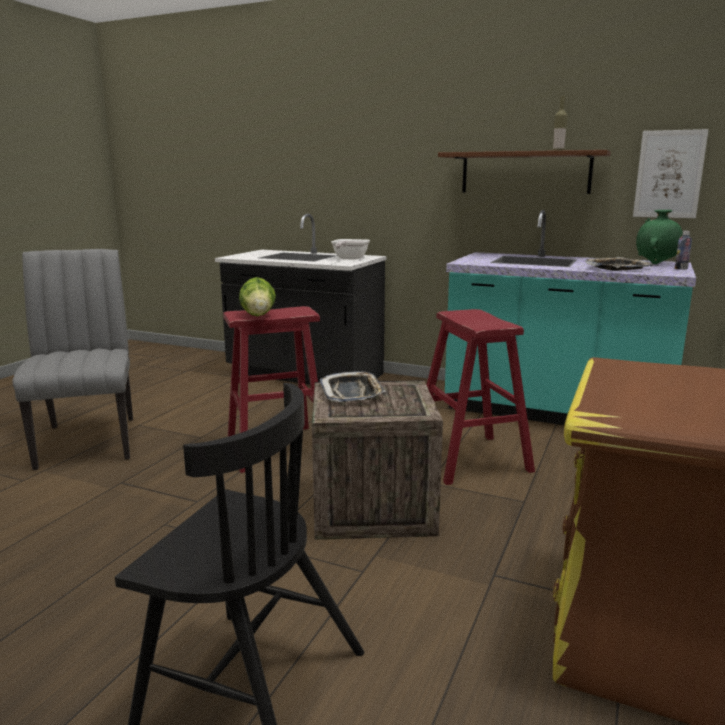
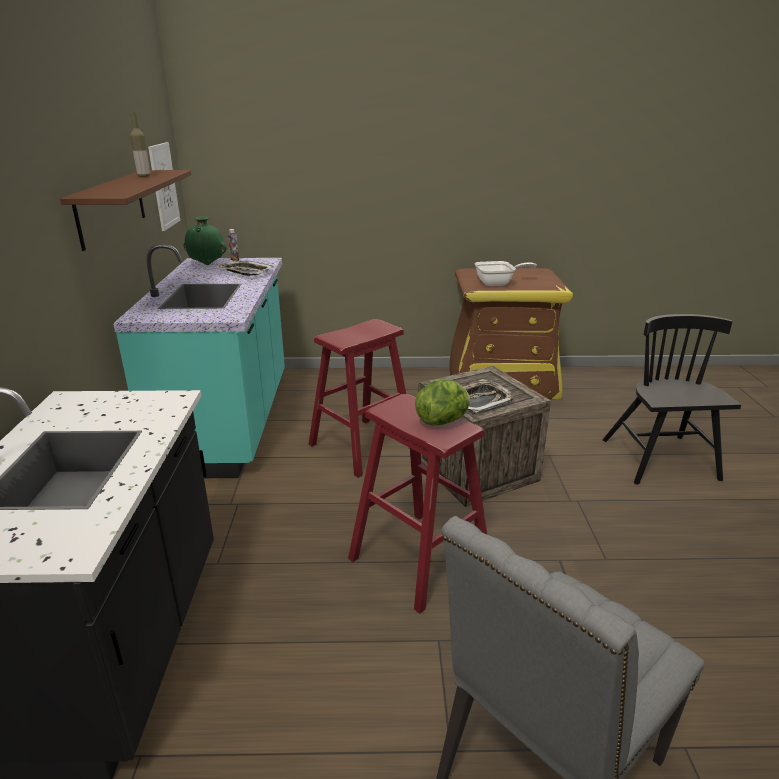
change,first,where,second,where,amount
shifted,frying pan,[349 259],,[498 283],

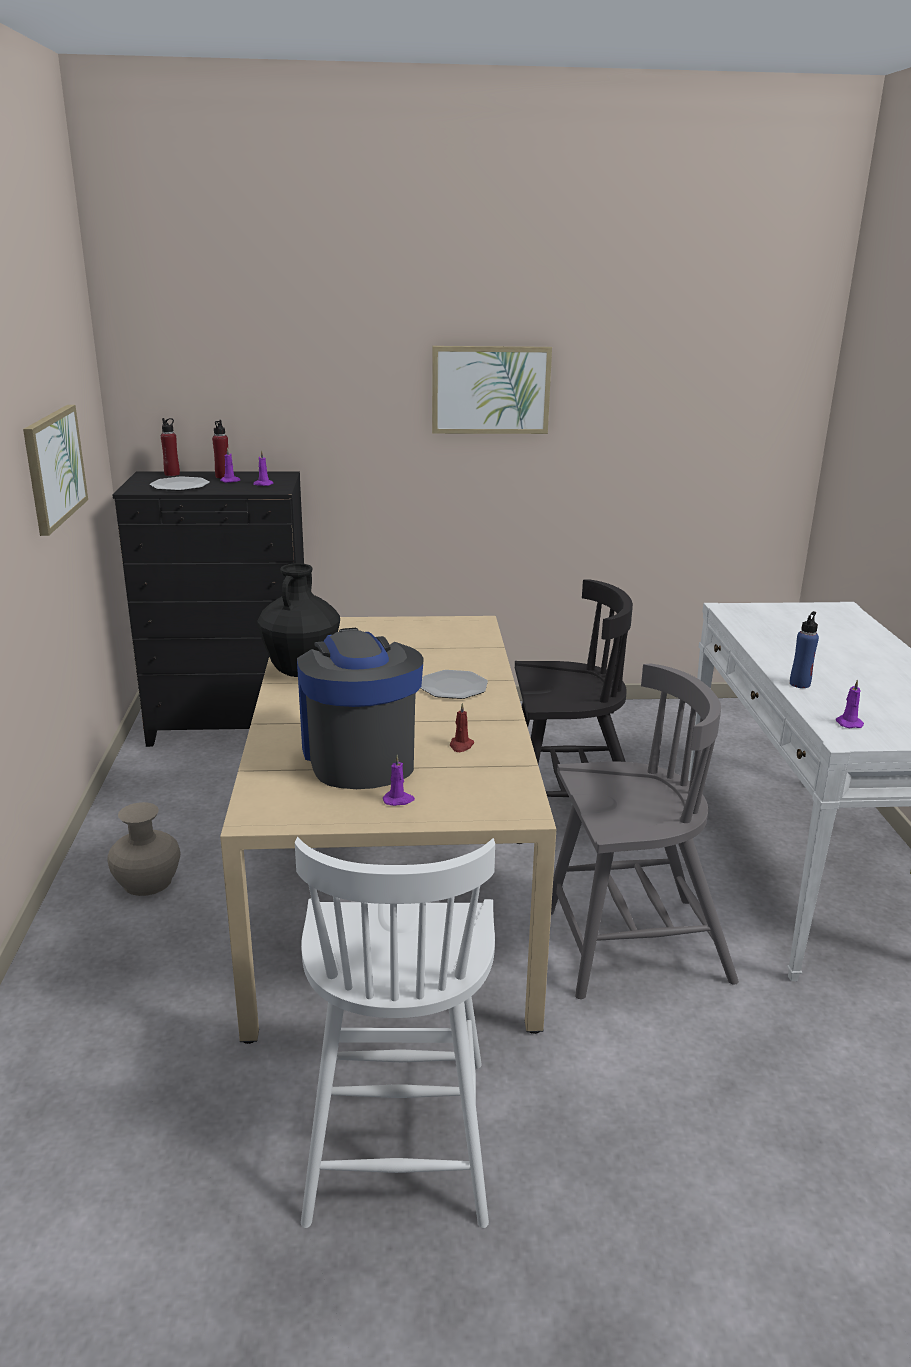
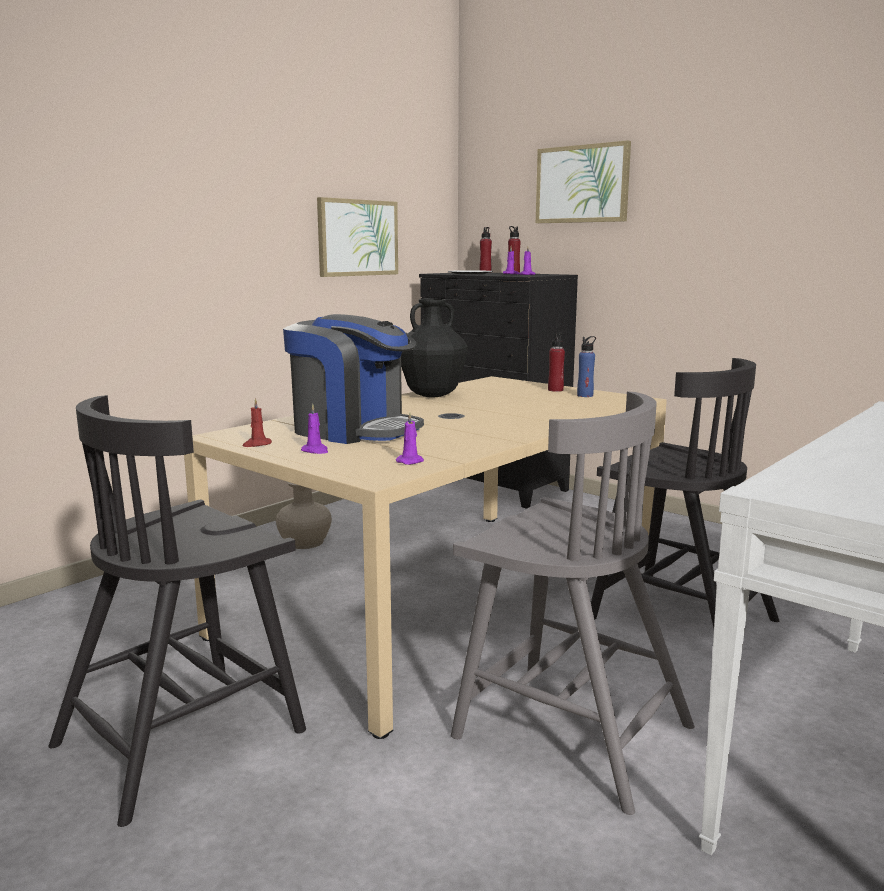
change,first,where,second,where,amount
repainted,white chair,[399 1131],black chair,[185 735],
rotated,coffee machine,[359 756],,[354 430],90 degrees clockwise
gone,plate,[453 687],,,
shifted,picture,[490 390],,[582 184],
shifted,red candle,[461 746],,[256 444],
shifted,blue bottle,[800 684],,[585 395],
shifted,purple candle,[848 723],,[411 461],
new,,,red bottle,[555 390],

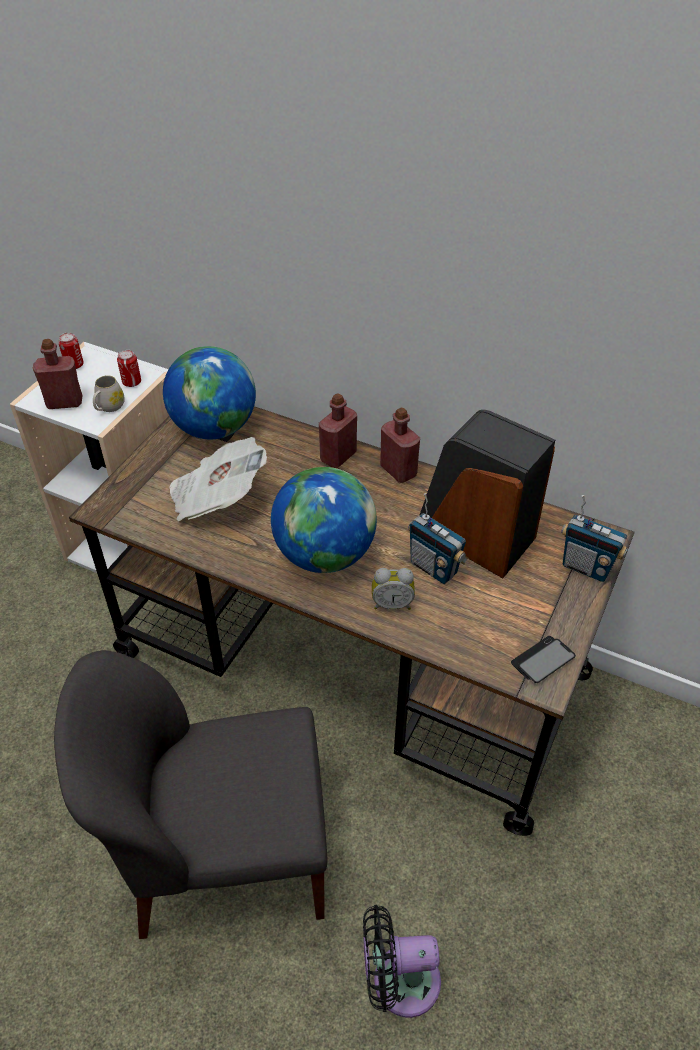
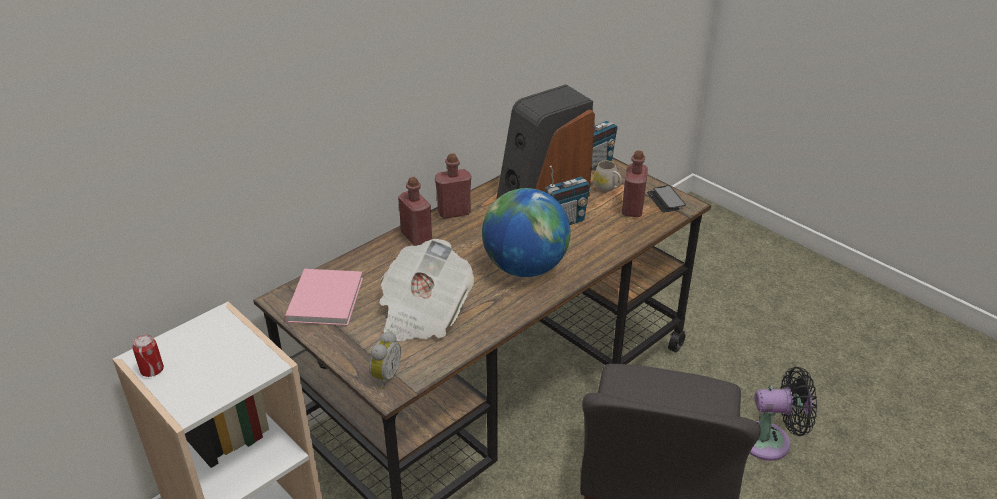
change,first,where,second,where,amount
shifted,red bottle,[64 402],,[632 209],
shifted,white mug,[109 407],,[607 188],
gone,can,[132 382],,,
swapped,globe,[214 428],pink book,[326 298],
rotated,black fan,[398 981],,[771 441],105 degrees counterclockwise
shifted,alarm clock,[392 603],,[384 376],

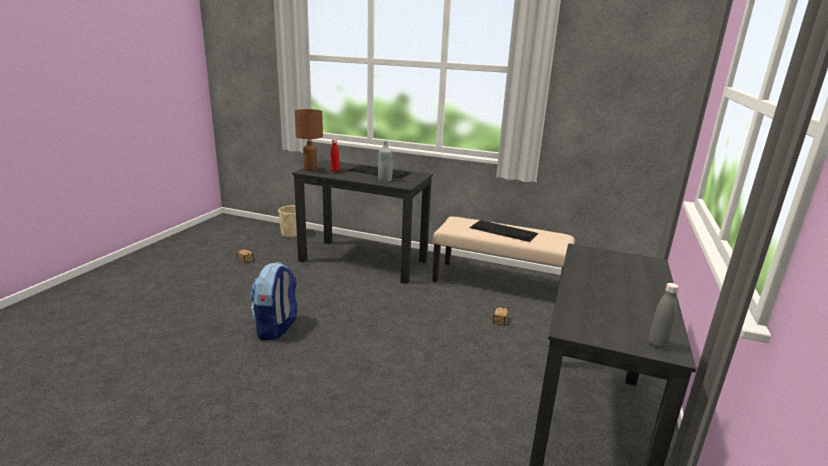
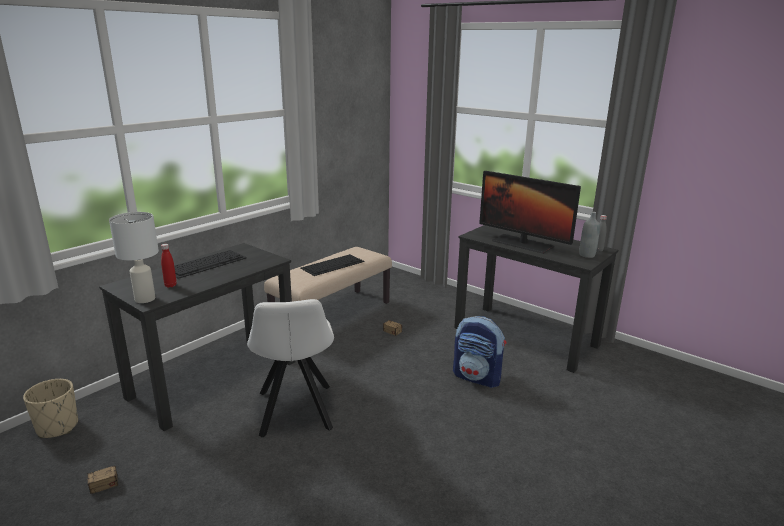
change,first,where,second,where,amount
shifted,backpack,[276 328],,[477 377],
repainted,brown table lamp,[310 169],white table lamp,[144 299],
shifted,grey bottle,[385 180],,[587 255],
new,,,white chair,[295 411],
new,,,monitor,[522 243],

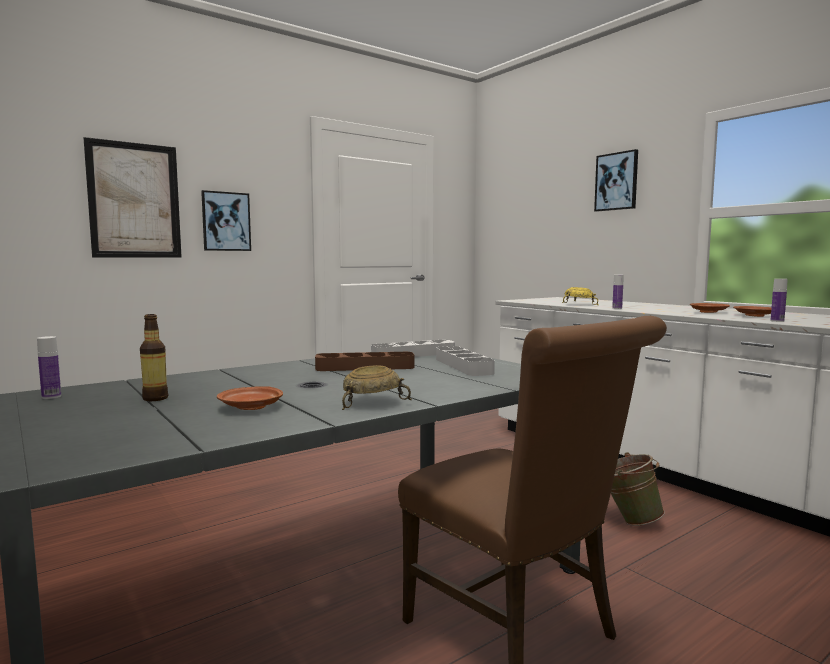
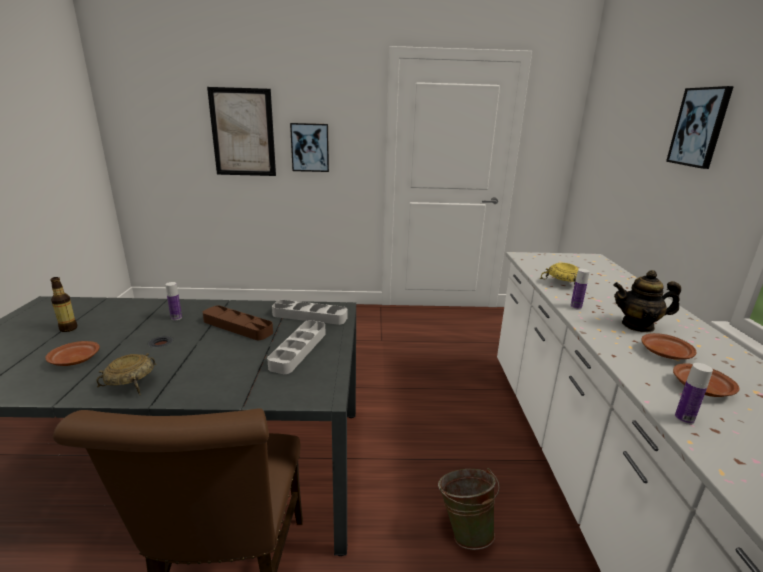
change,first,where,second,where,amount
shifted,bottle,[51 397],,[176 318],
new,,,teapot,[638 325],

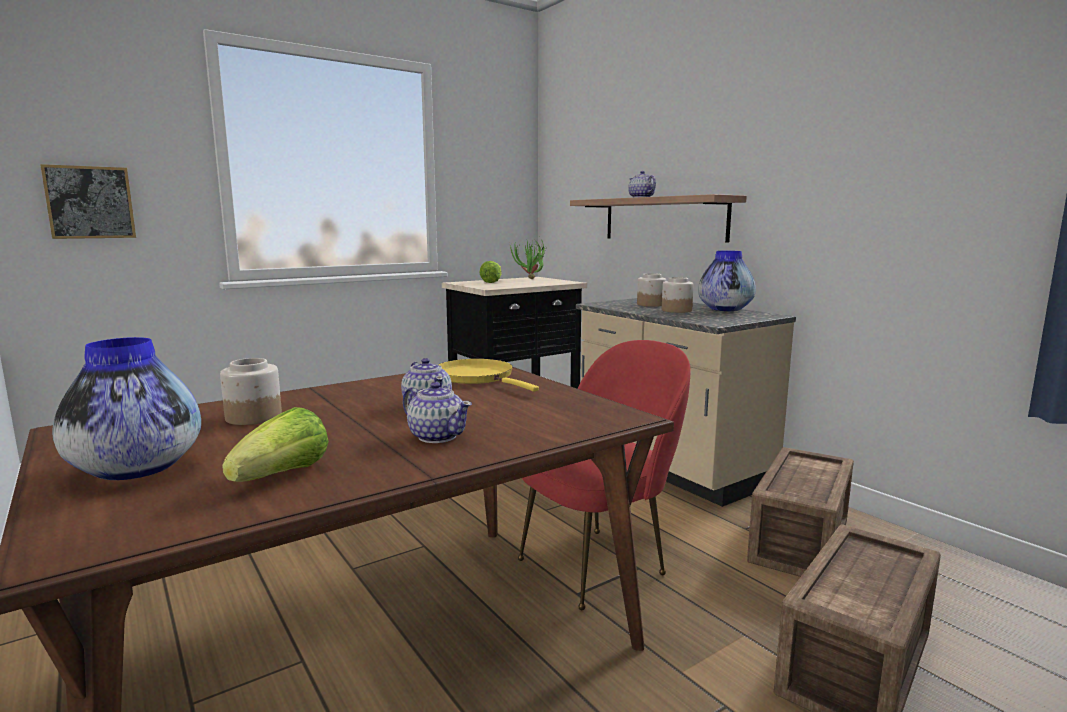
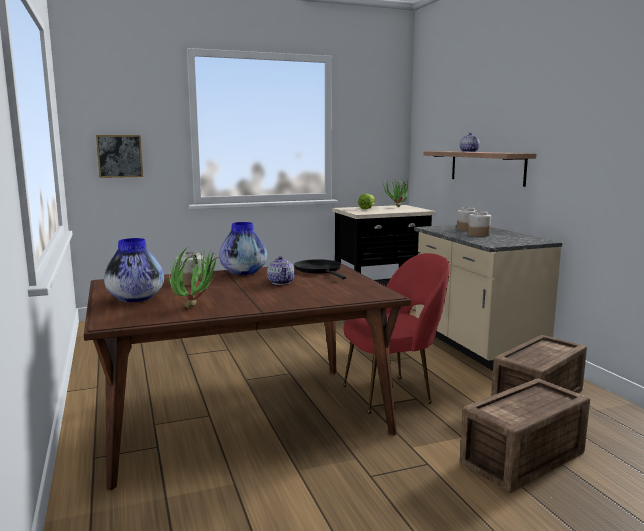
change,first,where,second,where,amount
swapped,lettuce,[283 476],potted plant,[196 306],
gone,teapot,[437 436],,,
repainted,yellow frying pan,[478 377],black frying pan,[319 270],
shifted,vase,[725 310],,[244 273],

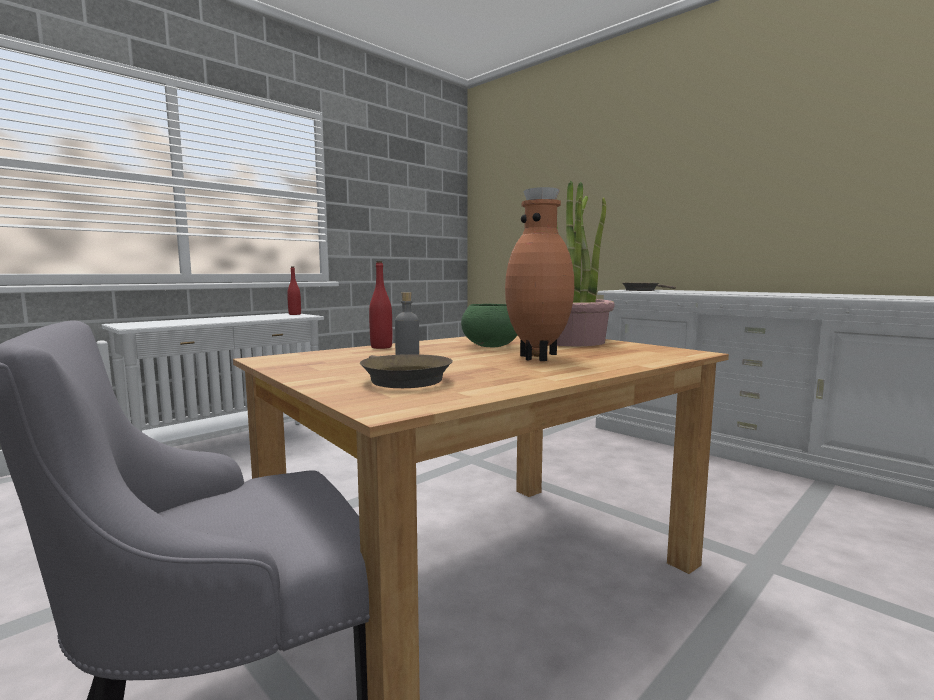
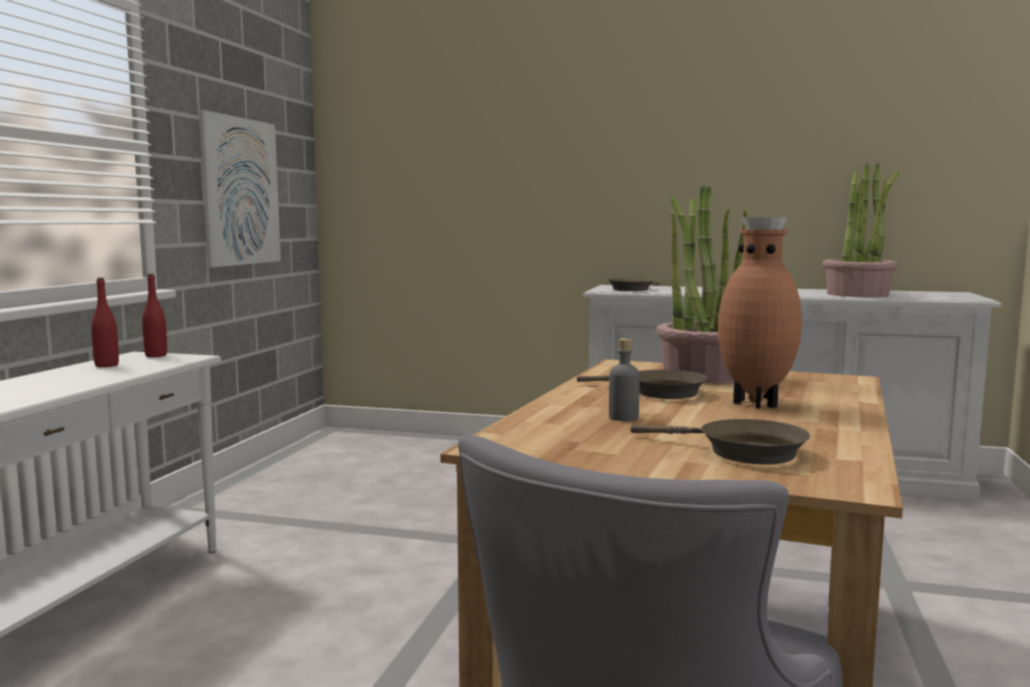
change,first,where,second,where,amount
shifted,red bottle,[381 347],,[106 365],
swapped,green bowl,[491 346],brown frying pan,[659 392],
new,,,picture,[241 191],
new,,,potted plant,[858 294],

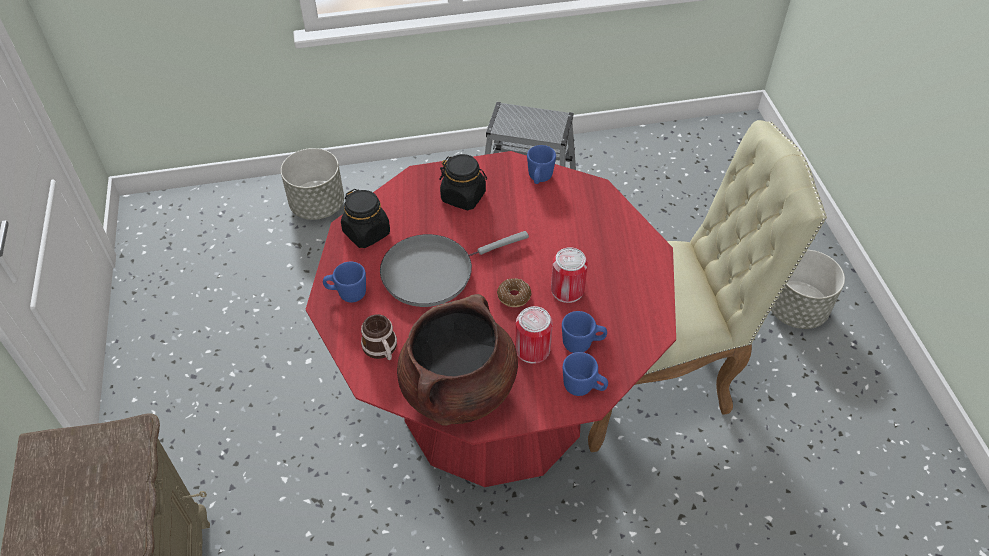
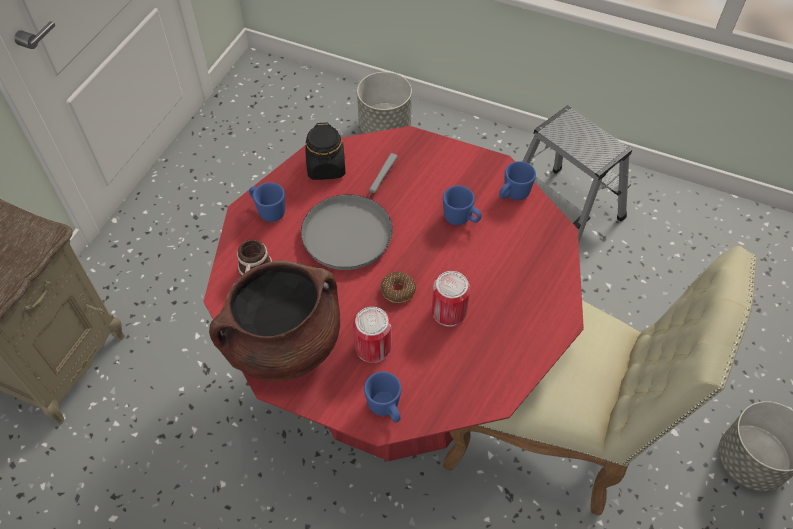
change,first,where,second,where,amount
rotated,grey frying pan,[433 272],,[350 230],75 degrees counterclockwise
gone,black jar,[463 196],,,
shifted,blue mug,[582 344],,[461 219],

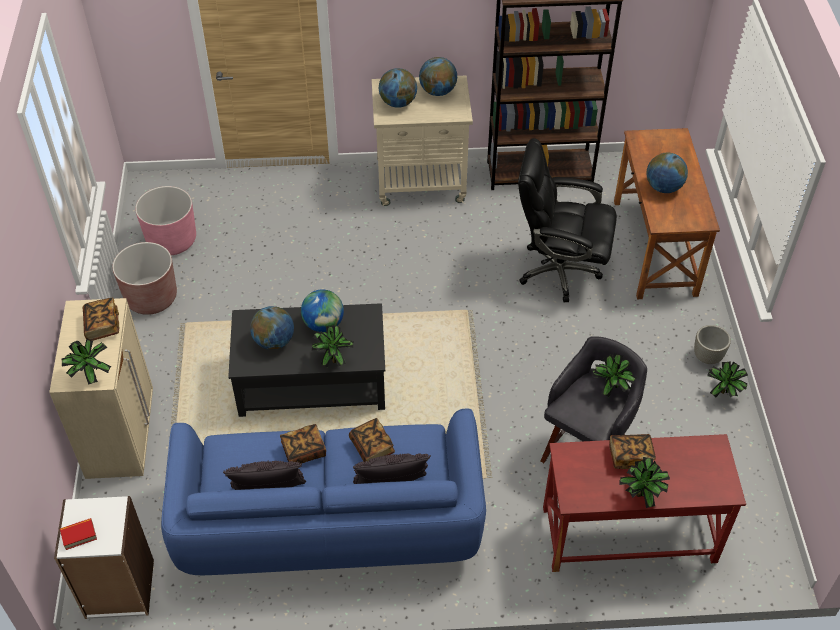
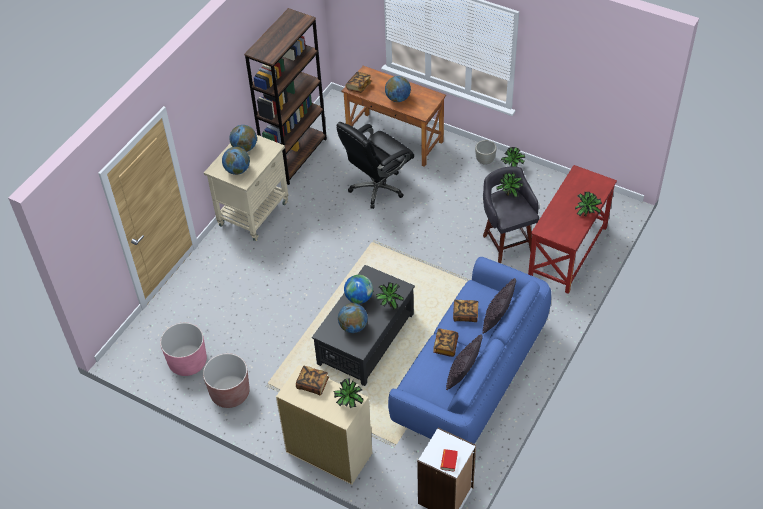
change,first,where,second,where,amount
shifted,book,[630 456],,[358 86],

